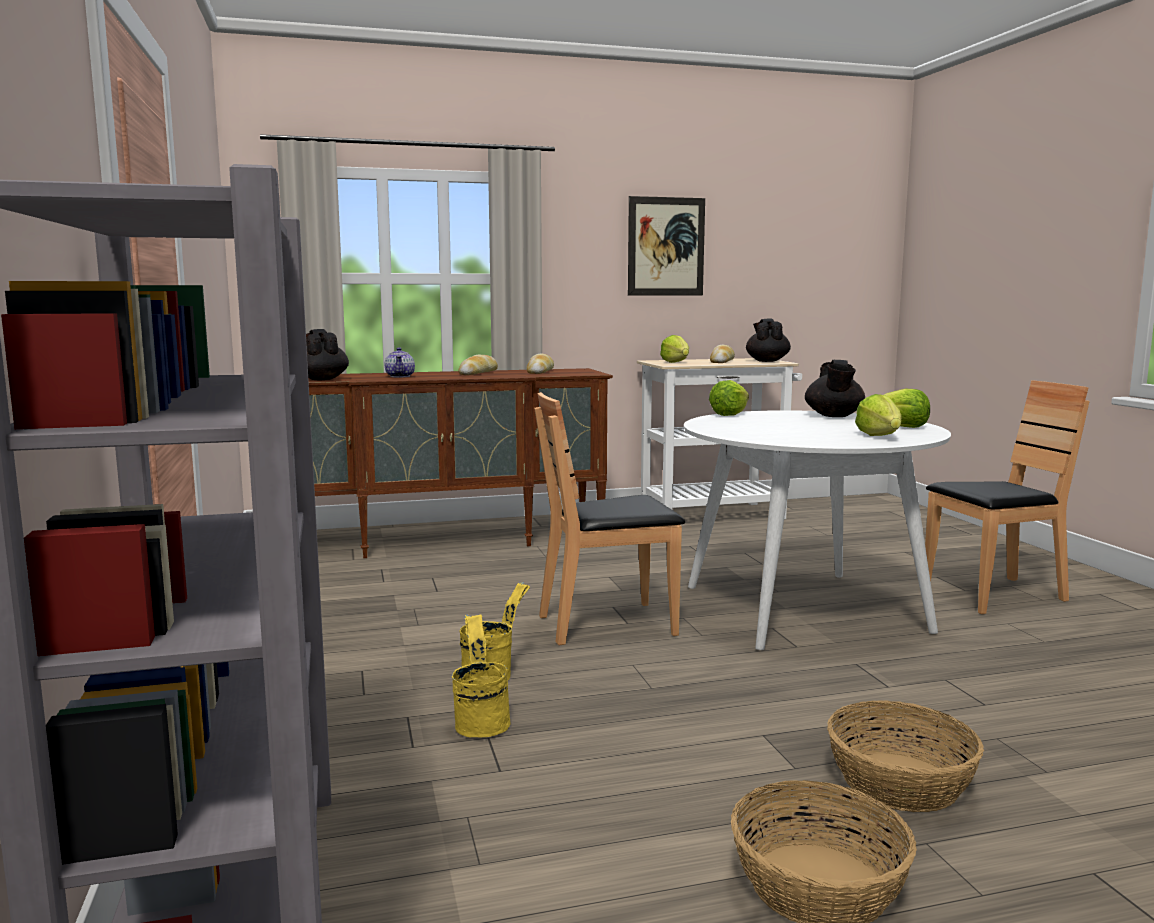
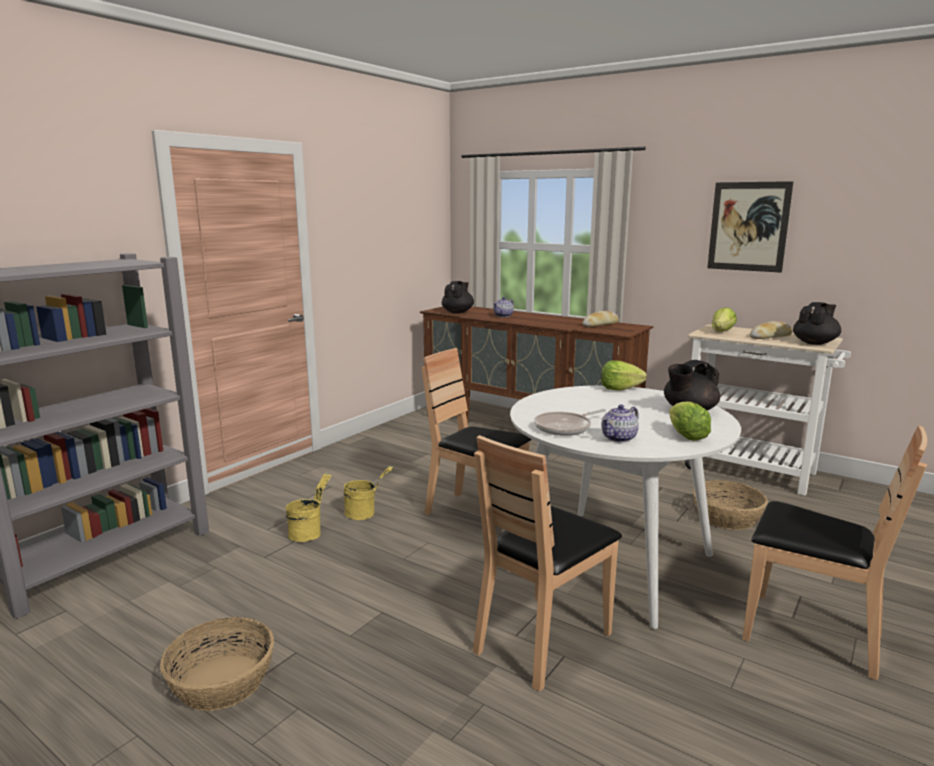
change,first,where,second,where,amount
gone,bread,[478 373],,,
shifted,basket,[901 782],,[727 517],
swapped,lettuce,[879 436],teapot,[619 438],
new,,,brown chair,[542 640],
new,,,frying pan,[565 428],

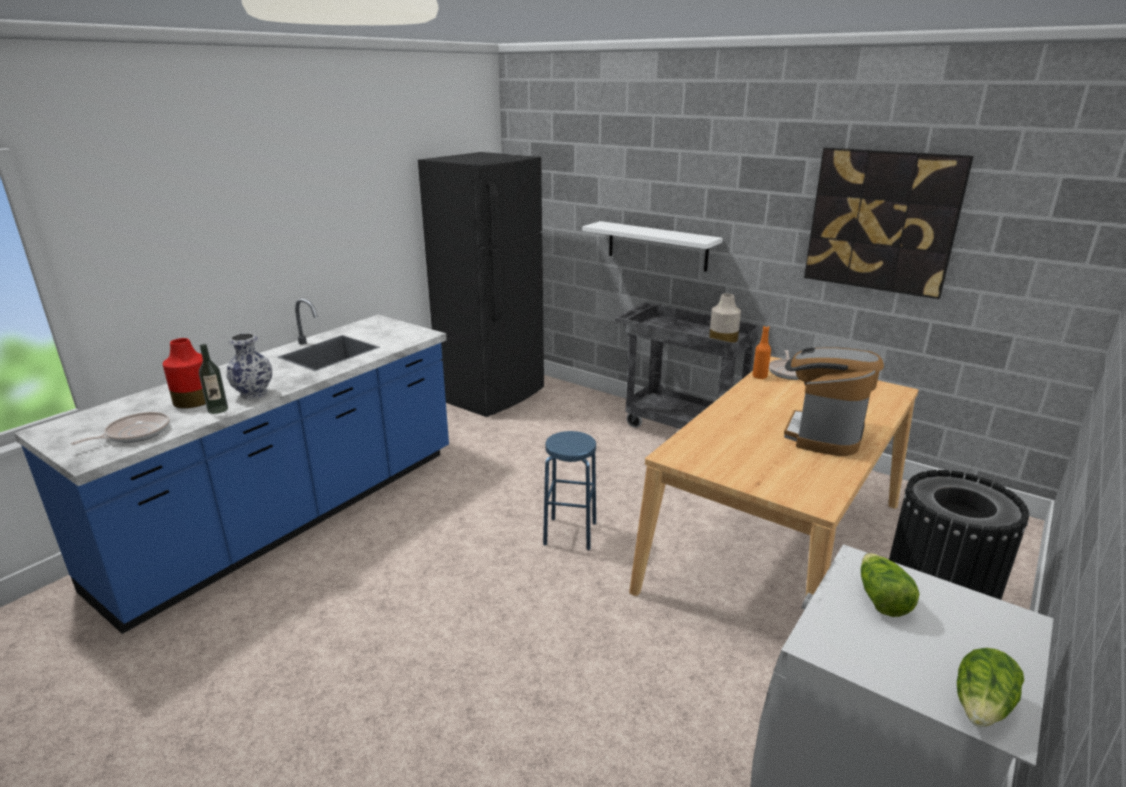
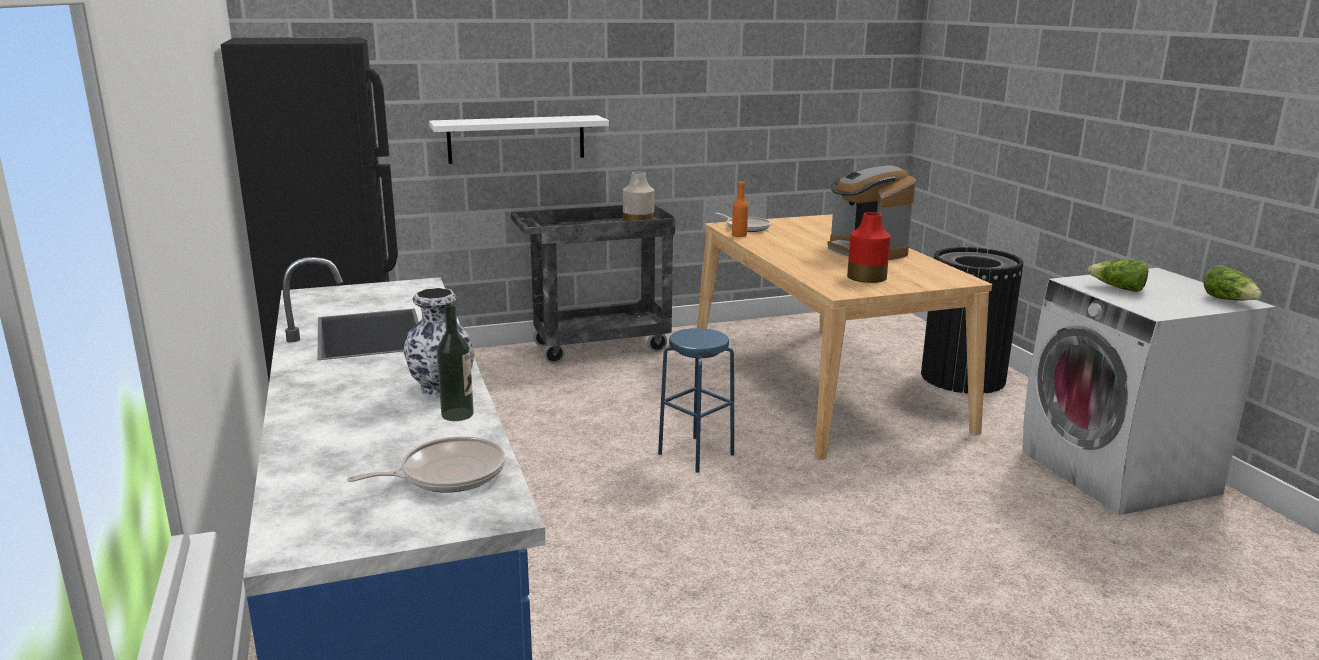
change,first,where,second,where,amount
rotated,frying pan,[135 433],,[447 474],75 degrees clockwise
shifted,red vase,[194 399],,[867 277],
gone,picture,[882 221],,,

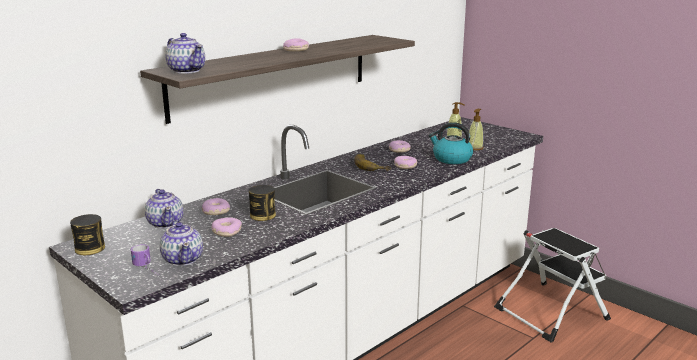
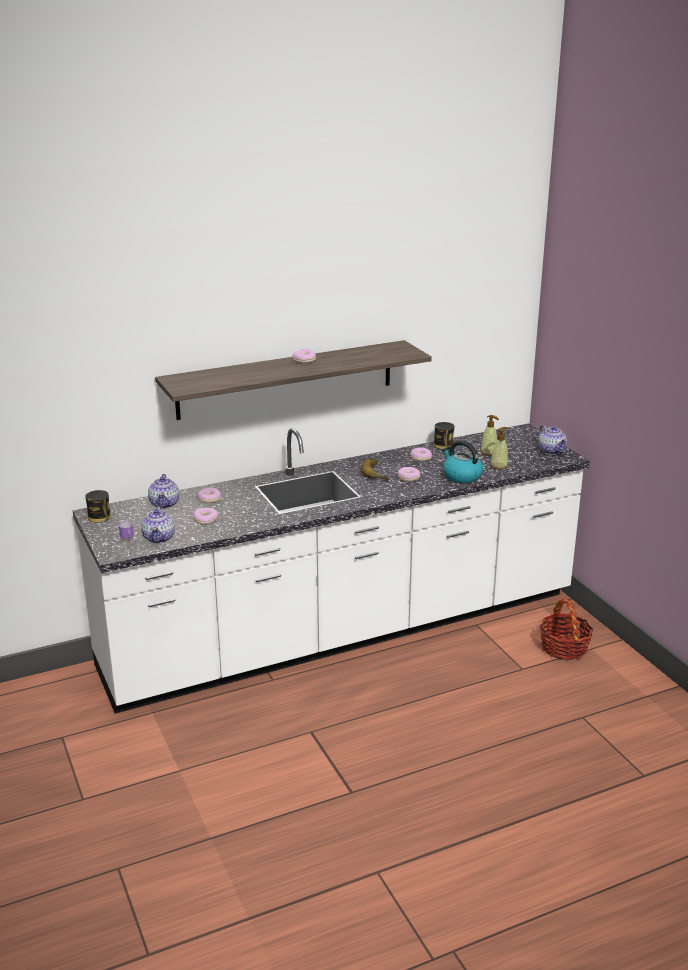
change,first,where,second,where,amount
shifted,teapot,[187 70],,[551 451],
shifted,can,[263 215],,[443 445],
swapped,step ladder,[551 311],basket,[564 647],

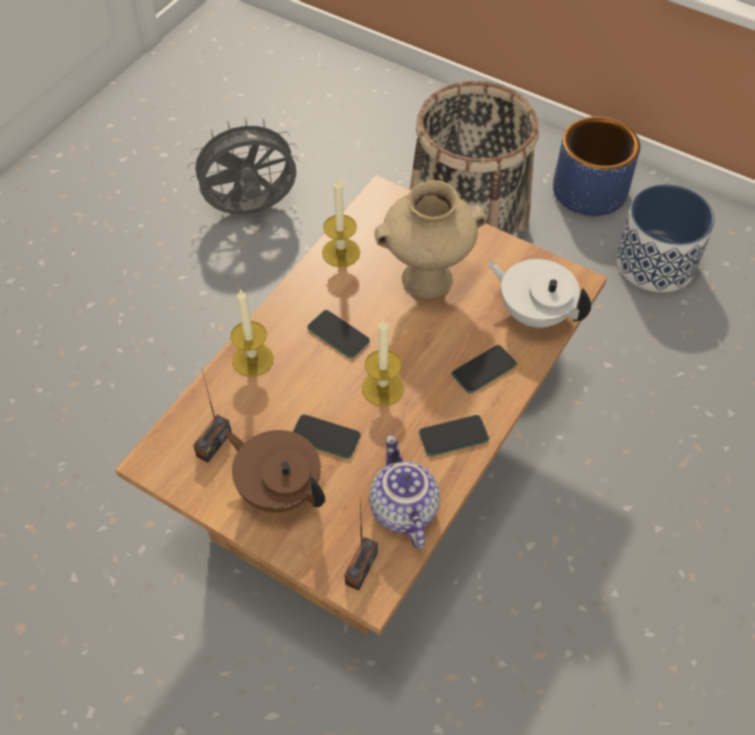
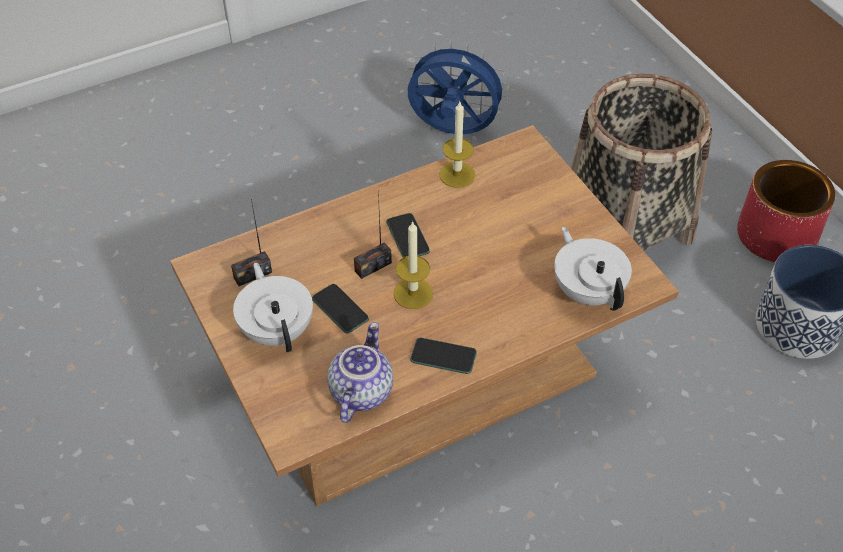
change,first,where,second,where,amount
repainted,grey fan,[251 210],blue fan,[452 131],
repainted,brown teapot,[279 488],white teapot,[277 330],
gone,candle,[252 359],,,
shifted,radio,[361 568],,[373 266],
gone,beige vase,[426 280],,,
gone,phone,[484 370],,,
repainted,blue planter,[588 191],red planter,[775 236],

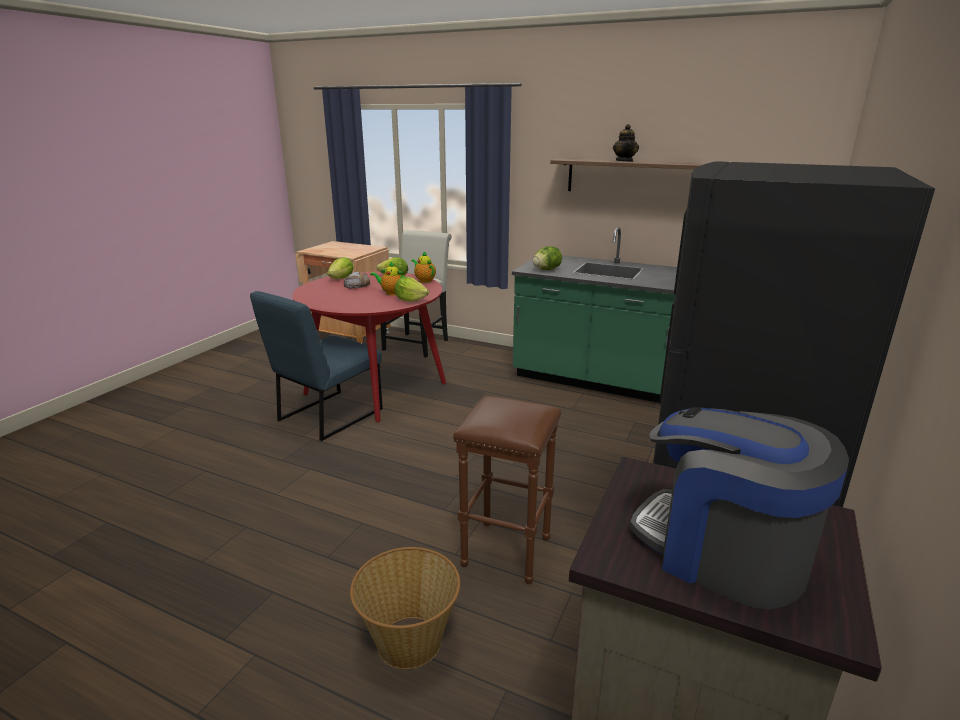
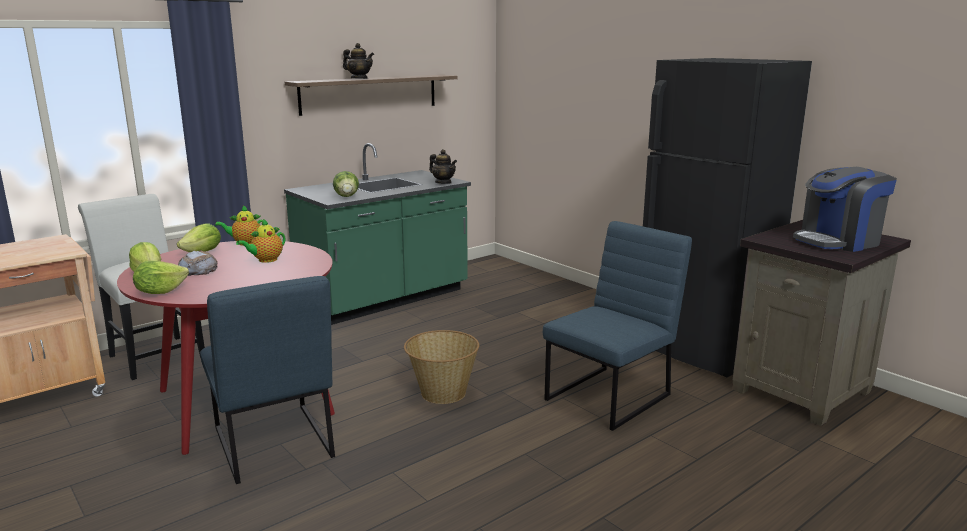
change,first,where,second,where,amount
shifted,basket,[409 640],,[442 393],
shifted,lettuce,[410 300],,[160 292],
swapped,brown stool,[507 552],blue chair,[611 396],
new,,,teapot,[443 182],

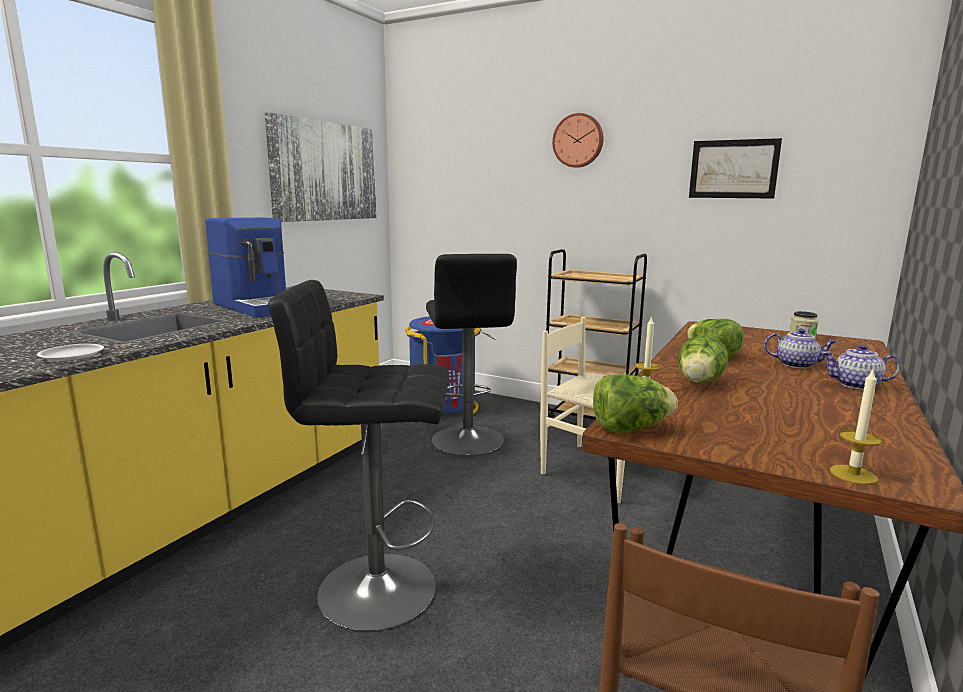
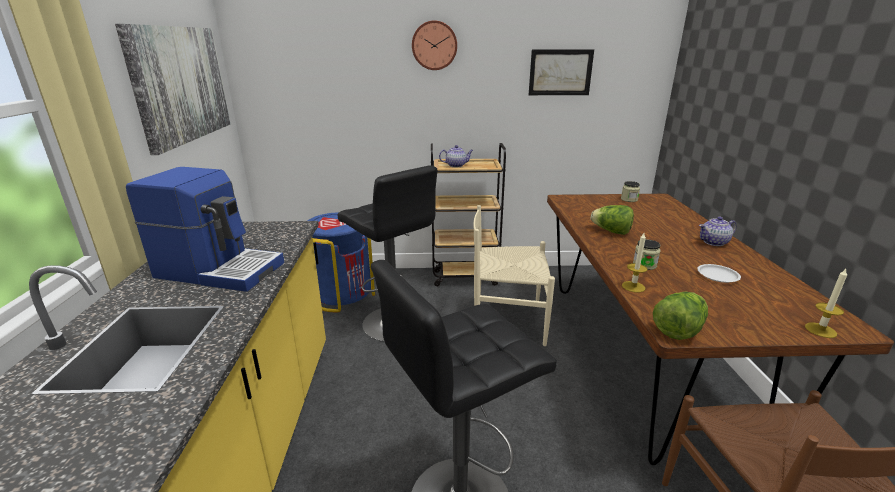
change,first,where,second,where,amount
shifted,white plate,[72 355],,[717 275],
swapped,lettuce,[699 383],jar,[644 265],
shifted,teapot,[797 365],,[456 165],

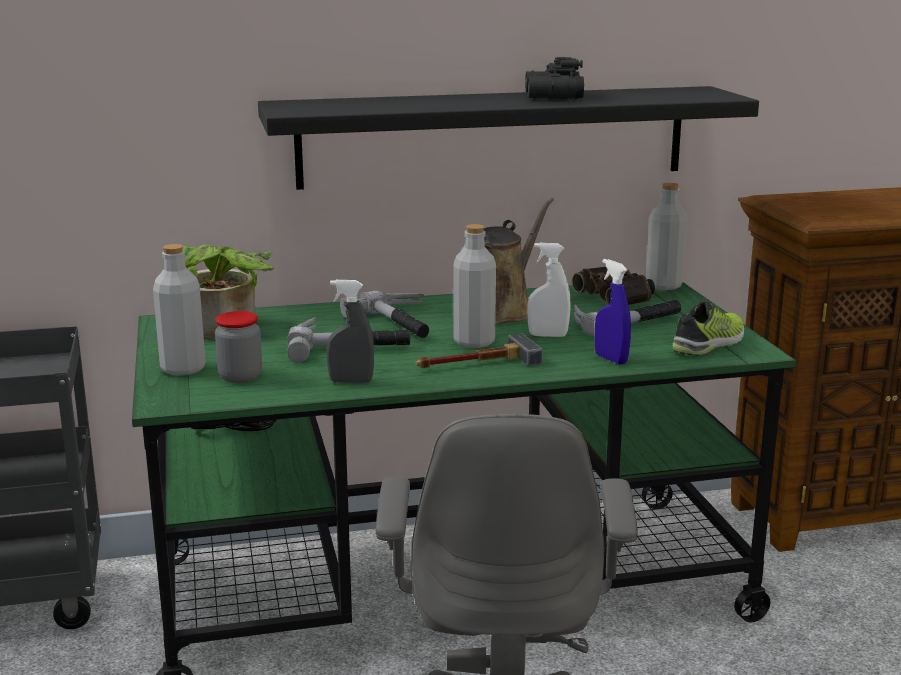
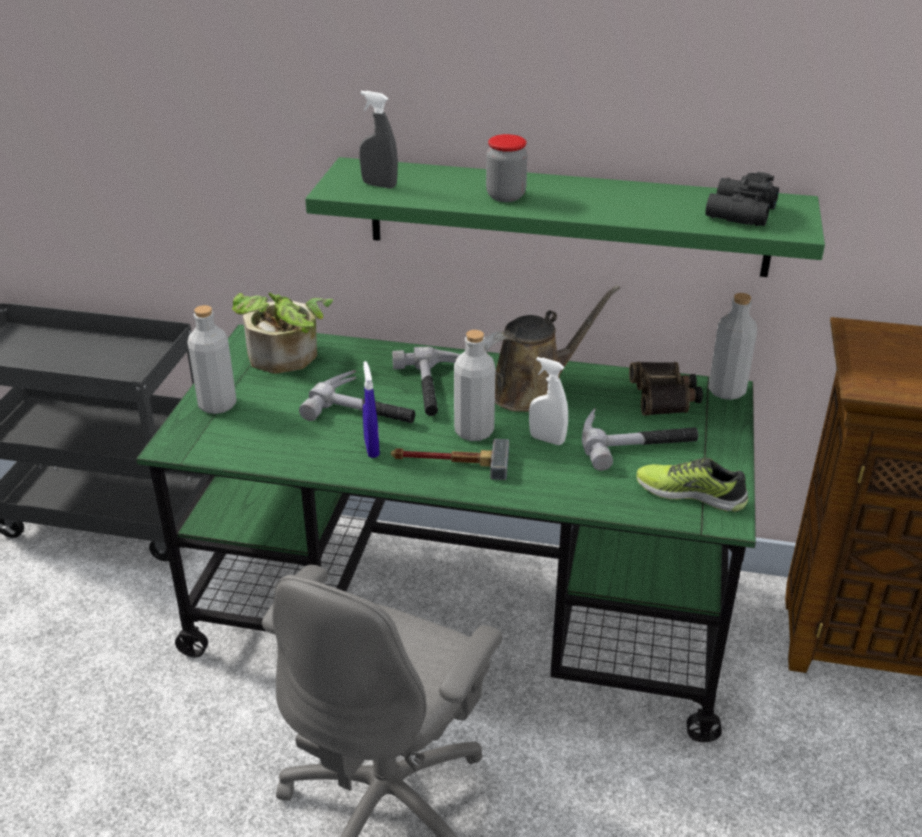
change,first,where,second,where,amount
shifted,jar,[240 377],,[505 196],
repainted,black shelf,[494 136],green shelf,[566 217],
shifted,grey spray bottle,[351 381],,[379 185],
shifted,black binoculars,[551 96],,[738 213],
shifted,blue spray bottle,[611 359],,[371 448],
rotated,shoe,[710 343],,[690 493],135 degrees counterclockwise

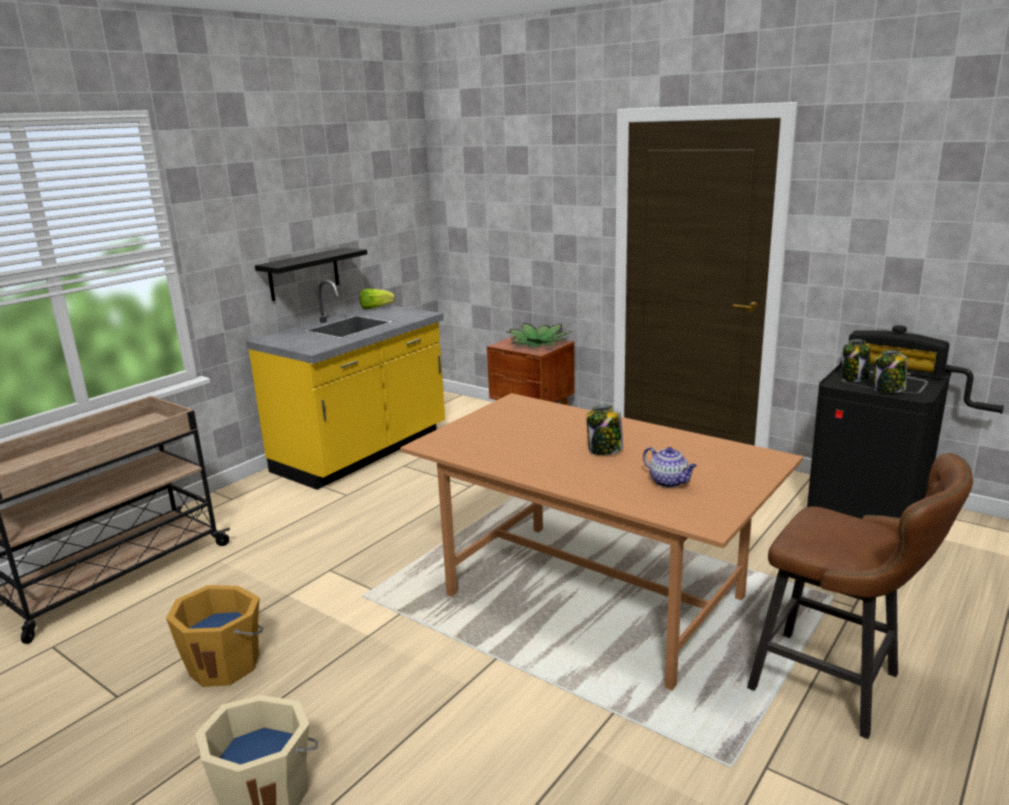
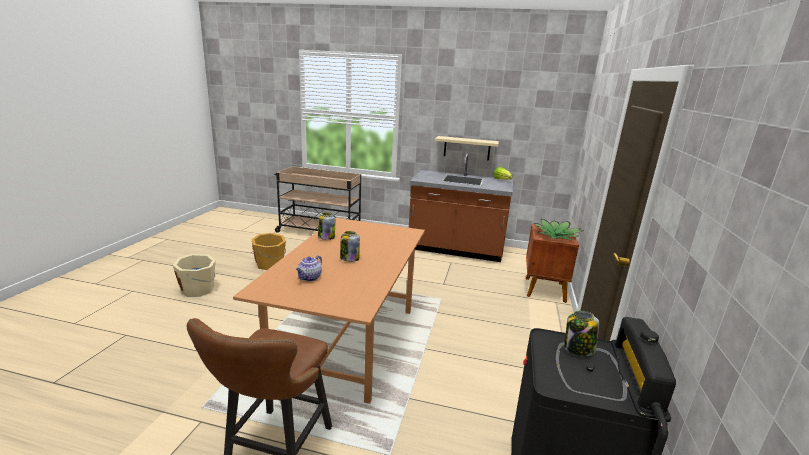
change,first,where,second,where,amount
repainted,yellow counter,[363 452],brown counter,[455 249],
repainted,black shelf,[304 274],beige shelf,[467 148],
shifted,jar,[888 390],,[326 237],

